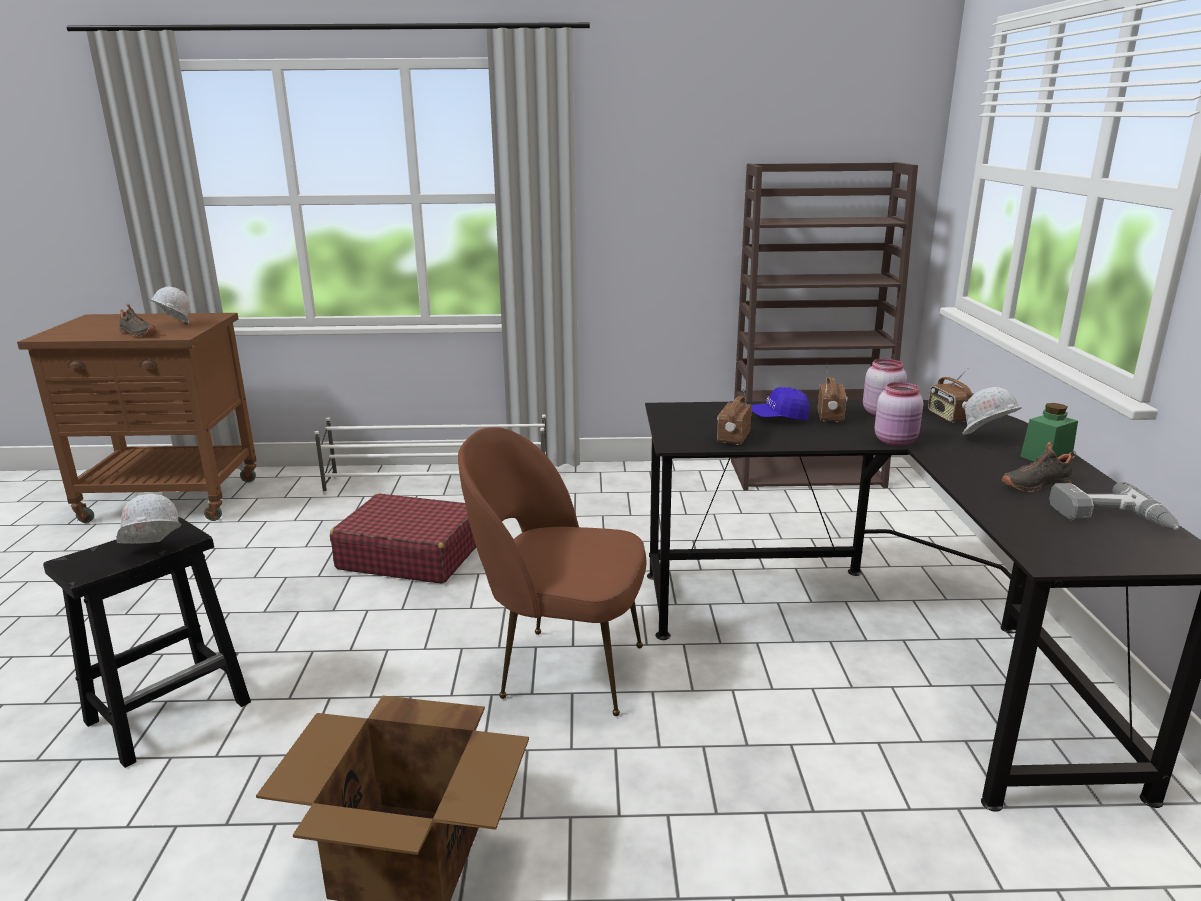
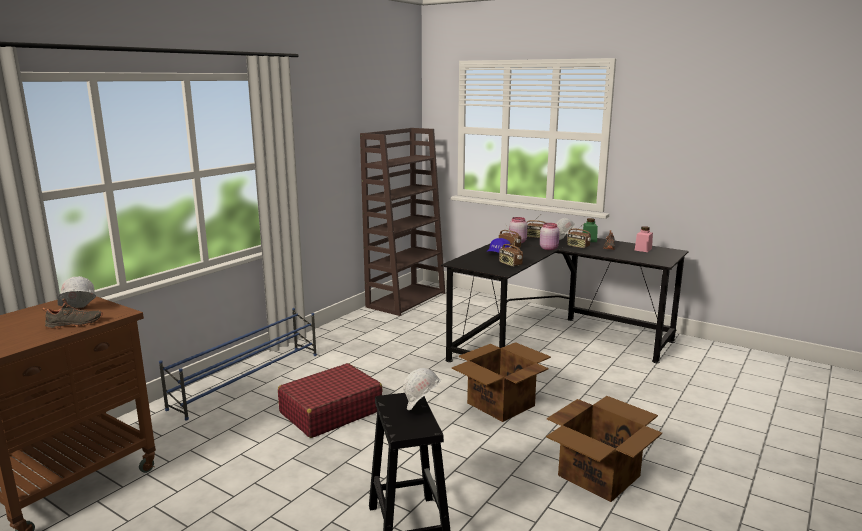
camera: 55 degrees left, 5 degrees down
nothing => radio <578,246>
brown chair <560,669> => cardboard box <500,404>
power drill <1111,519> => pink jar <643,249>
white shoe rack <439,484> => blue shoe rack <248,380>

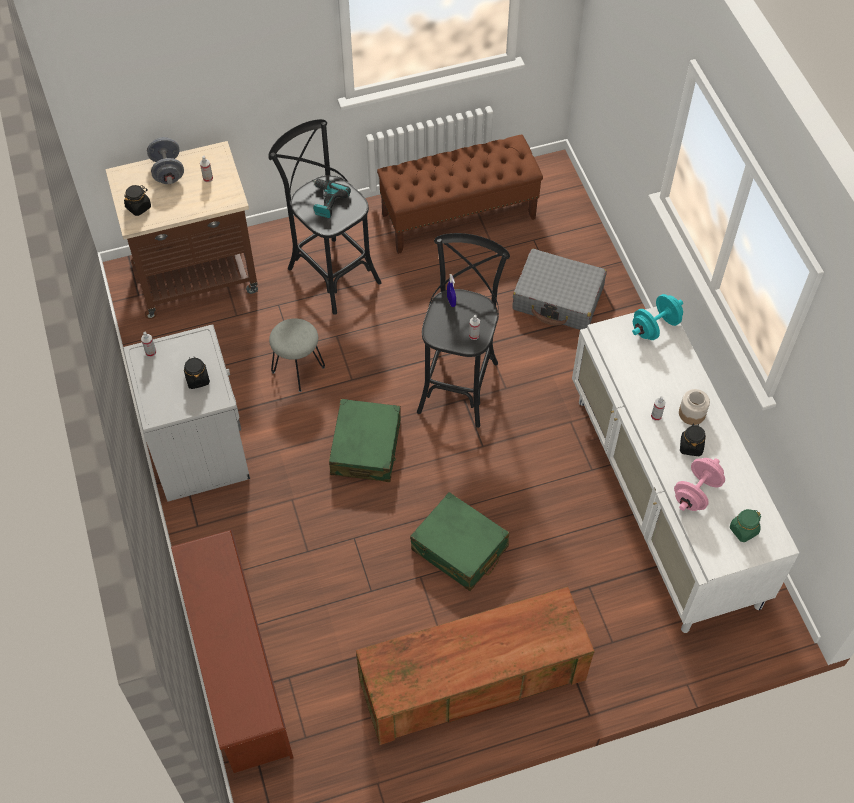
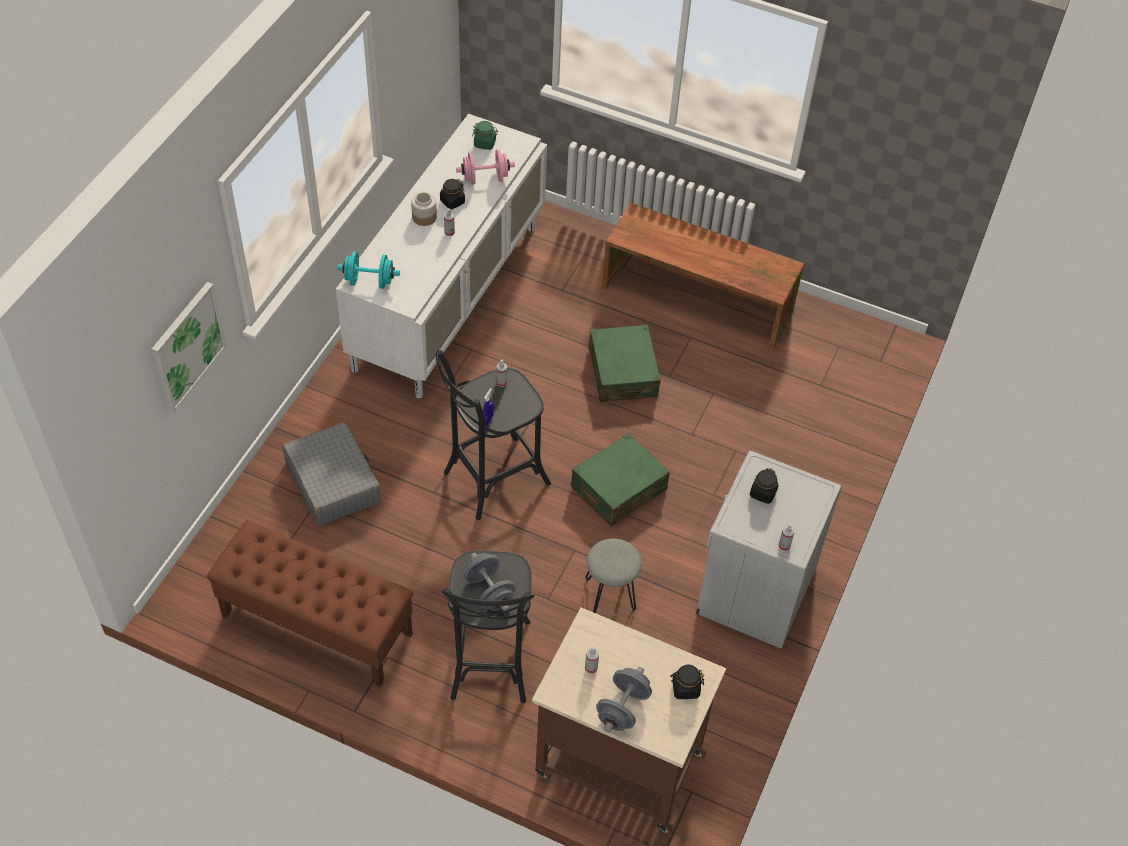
camera: 140 degrees left, 5 degrees down
brown shoe rack <237,671> => nothing
nothing => picture <187,346>
power drill <326,201> => grey dumbbell <489,591>

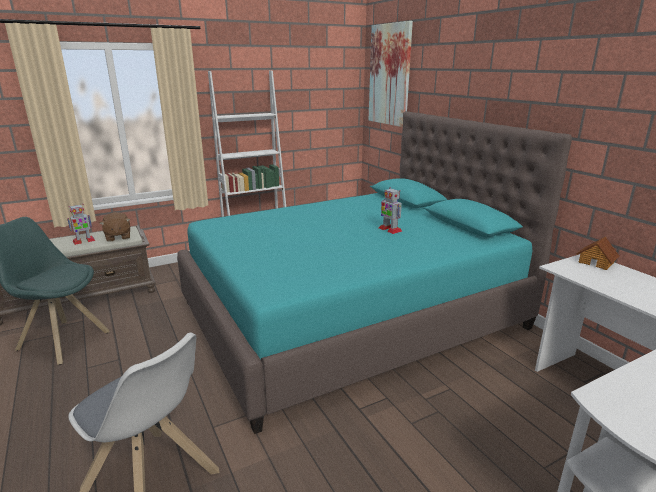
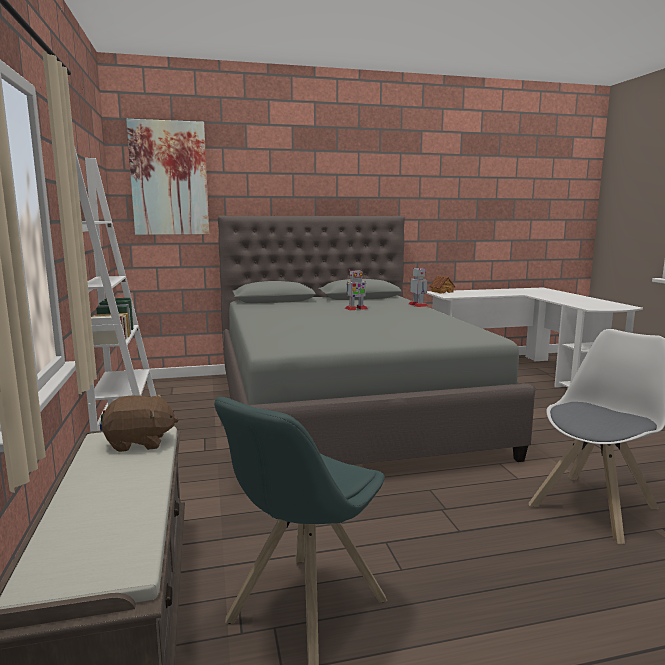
camera: 75 degrees left, 10 degrees down
toy robot <83,241> => toy robot <418,305>, moved
turquoise bed <351,315> => grey bed <344,409>

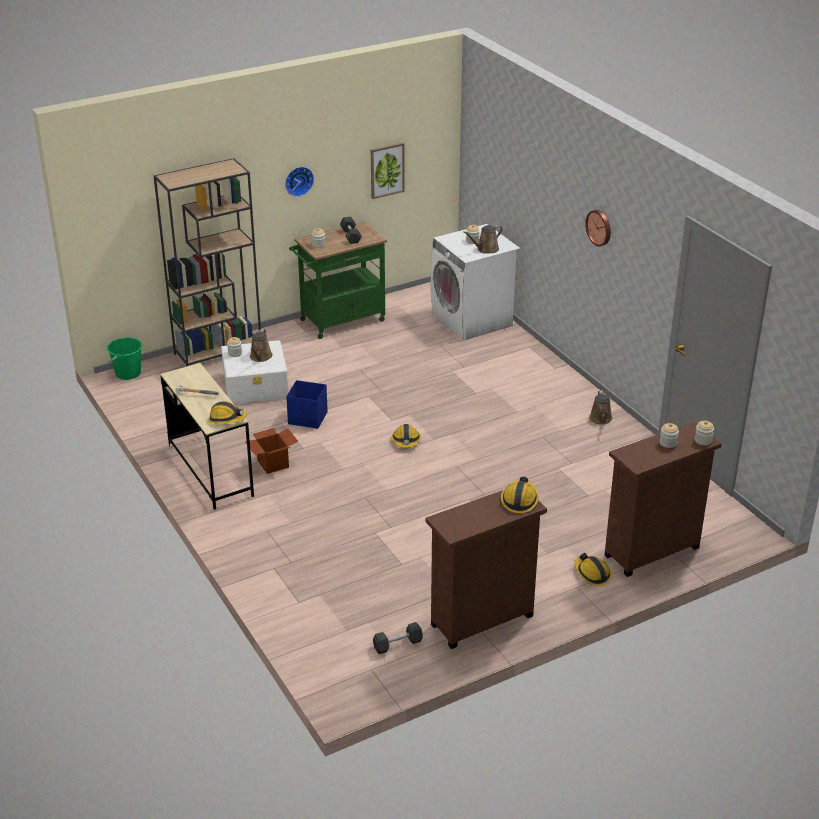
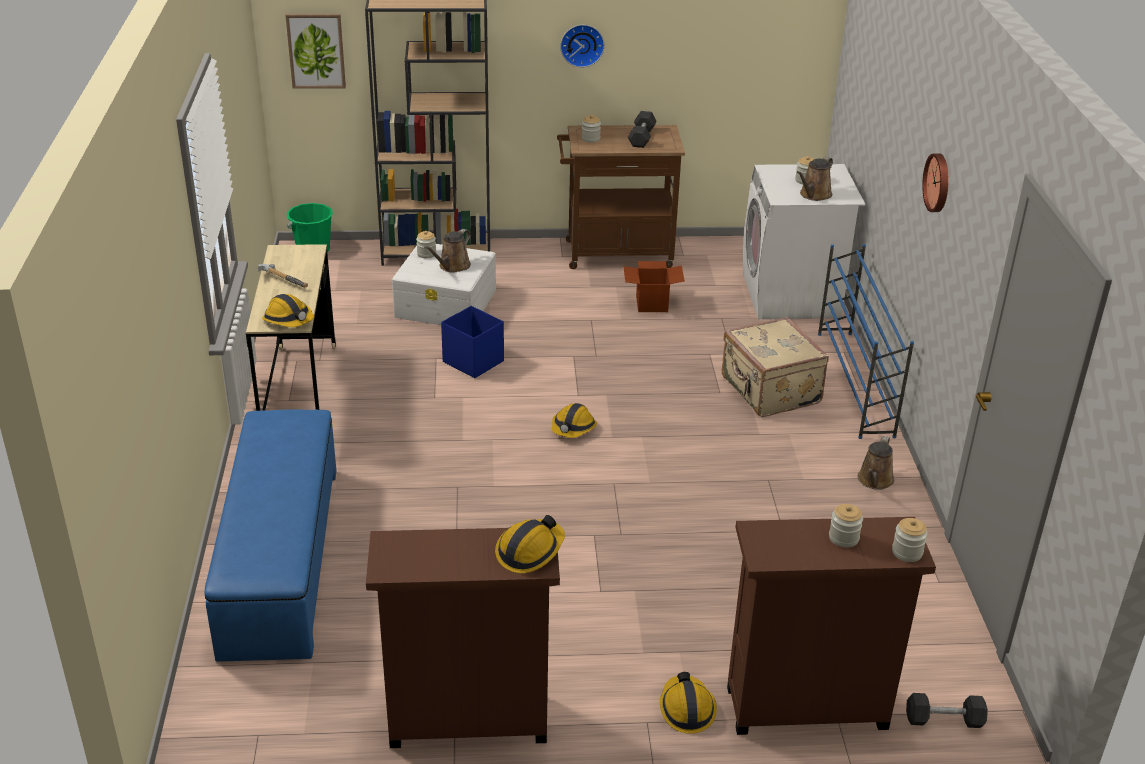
camera: 25 degrees right, 0 degrees up
nothing => blue bench <280,557>
nothing => beige suitcase <769,391>
nothing => blue shoe rack <854,383>
cardboard box <273,464> => cardboard box <652,304>, moved
picture <387,170> => picture <316,50>, moved
black dumbbell <397,644> => black dumbbell <944,720>, moved
green cart <340,321> => brown cart <615,254>
brown watering can <486,249> => brown watering can <814,195>, 45 degrees counterclockwise

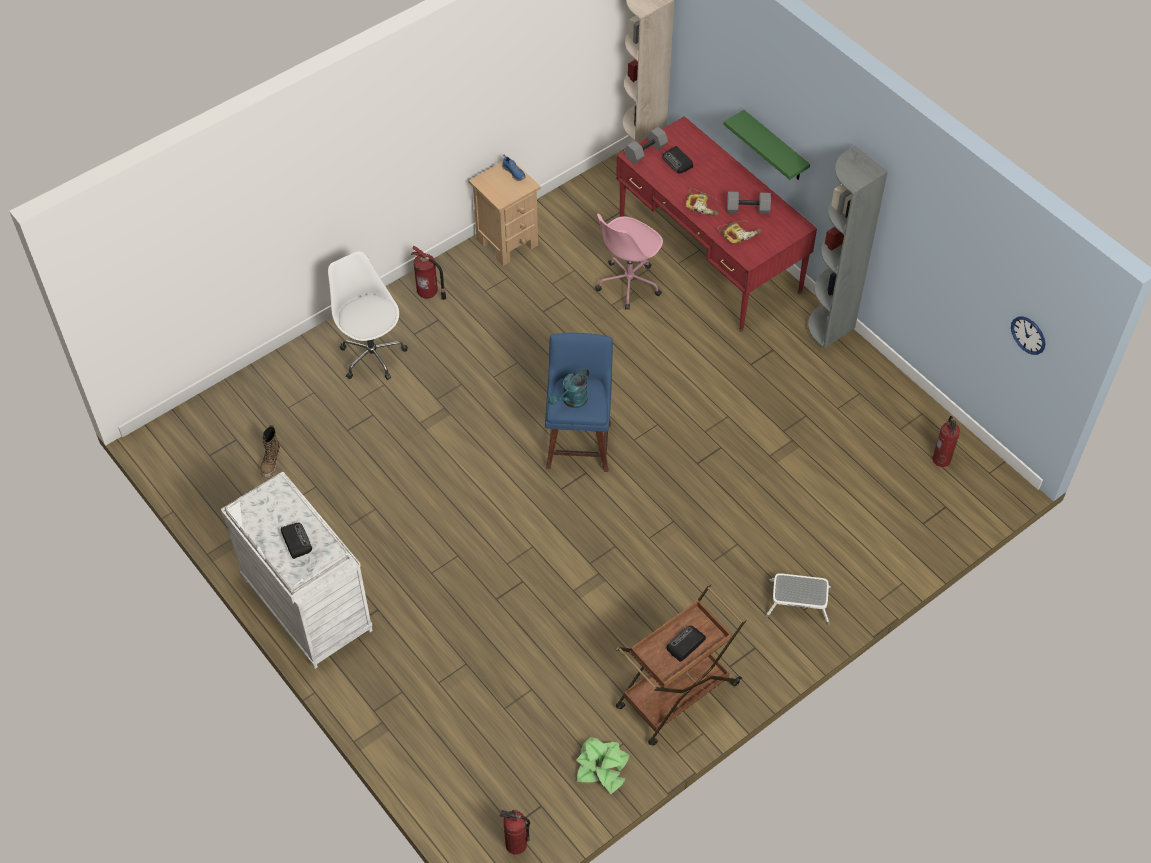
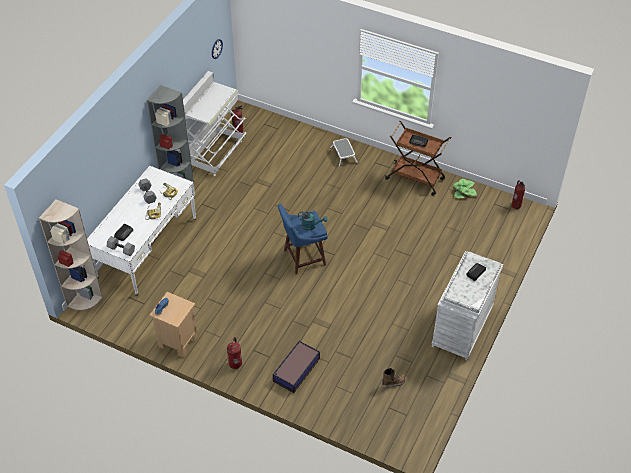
camera: 115 degrees left, 5 degrees down
pink office chair <627,286> => nothing
green shelf <775,147> => nothing
nothing => white shoe rack <217,154>
white office chair <371,356> => storage box <296,370>
red desk <709,255> => white desk <147,248>

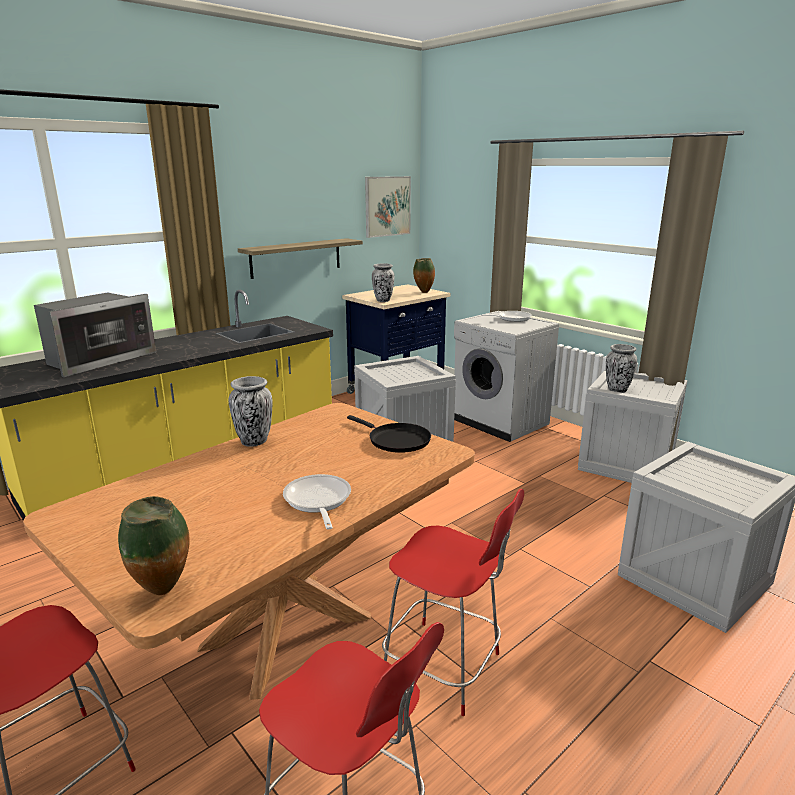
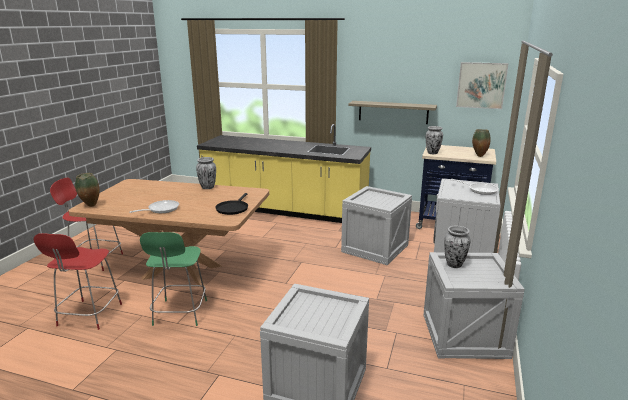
camera: 60 degrees right, 0 degrees up
microwave <98,359> => nothing
red chair <446,667> => green chair <180,314>

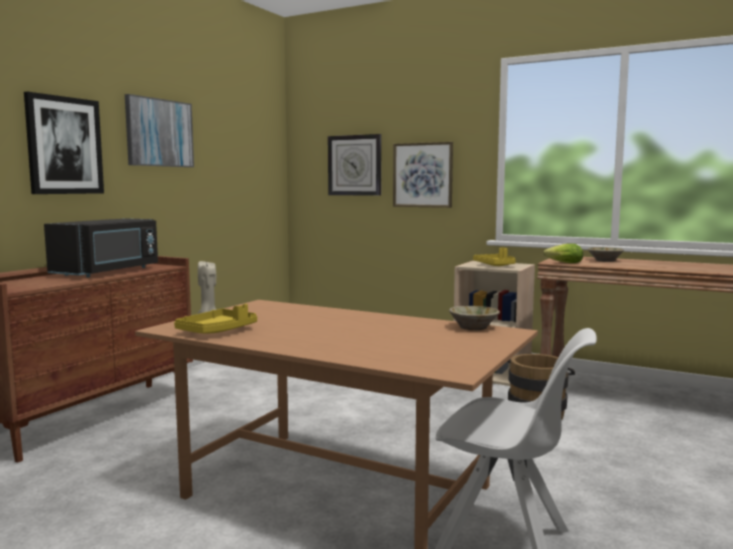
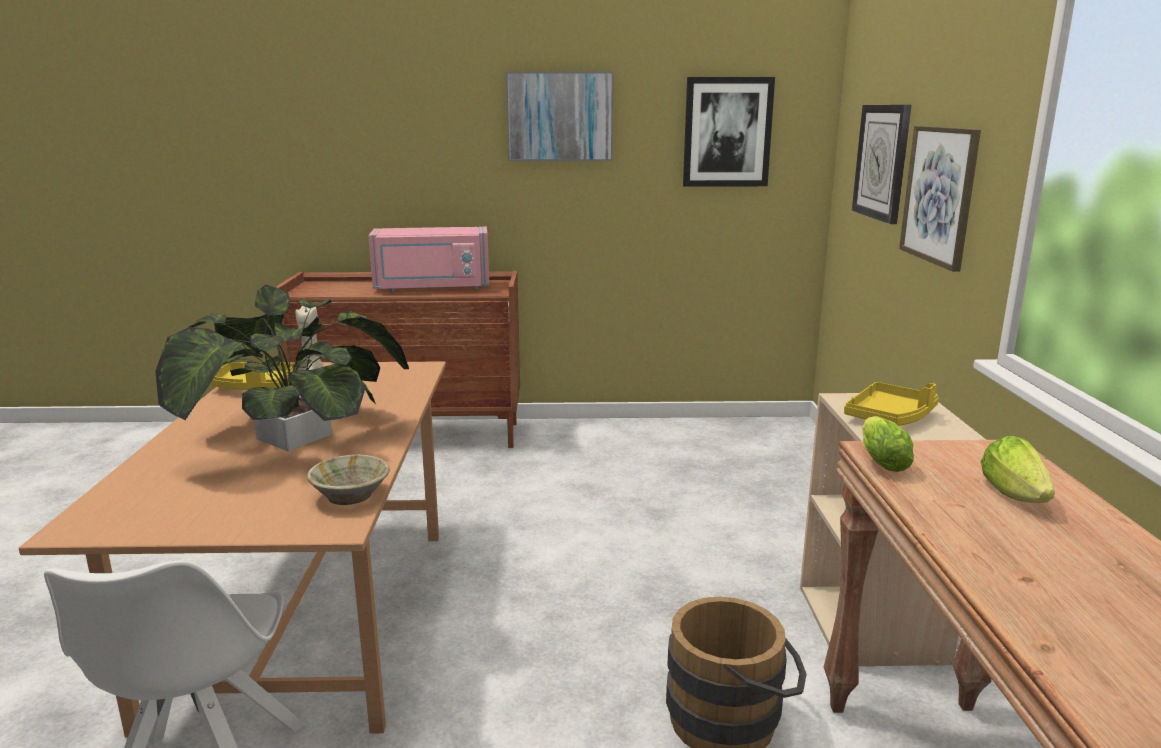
camera: 60 degrees right, 10 degrees up
nothing => potted plant <294,437>
picture <64,145> => picture <727,132>, moved
beige bowl <604,260> => lettuce <1016,496>
black microwave <109,272> => pink microwave <432,288>

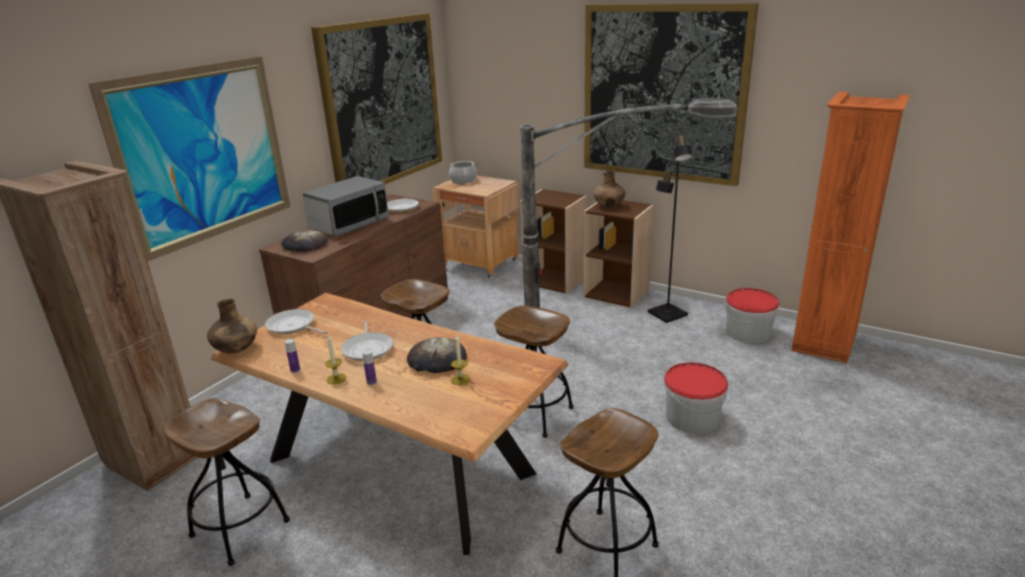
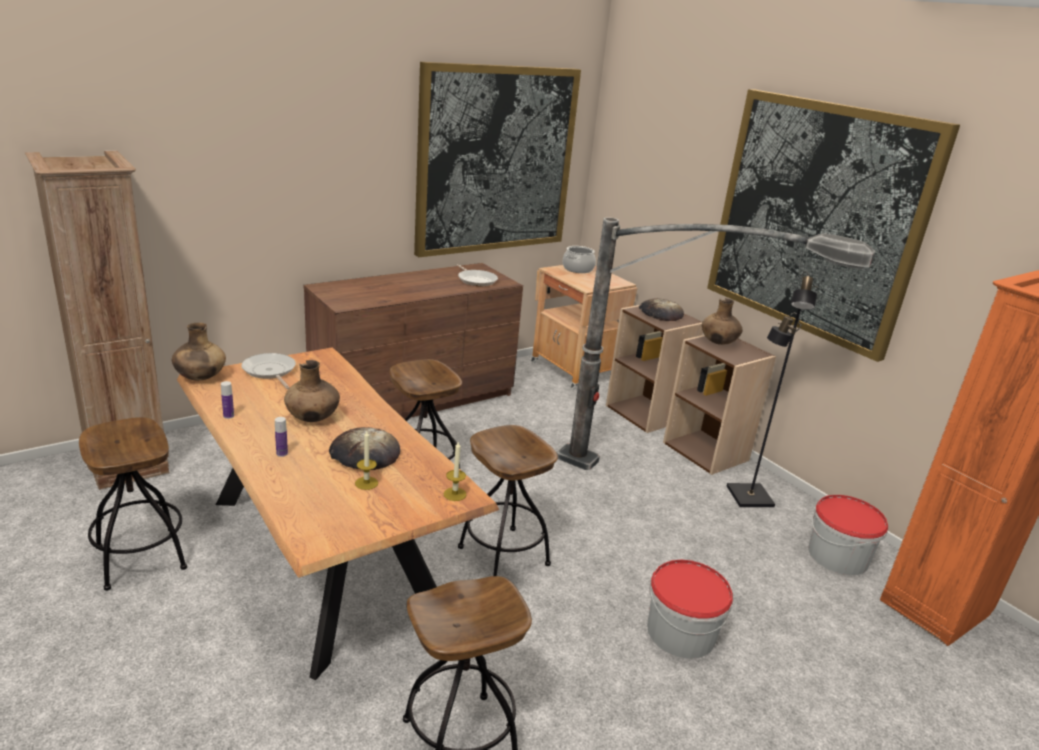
camera: 20 degrees right, 0 degrees up
picture <204,154> => nothing
microwave <349,224> => nothing
bread <304,245> => bread <660,313>, moved
candle <336,379> => candle <454,494>, moved
frying pan <368,348> => brown vase <313,418>

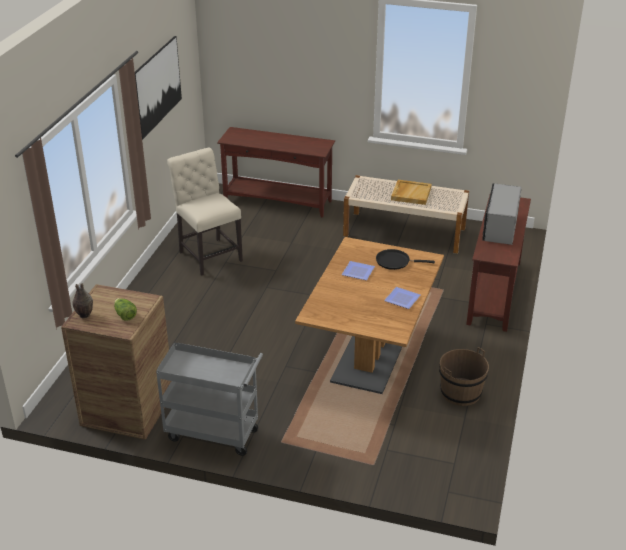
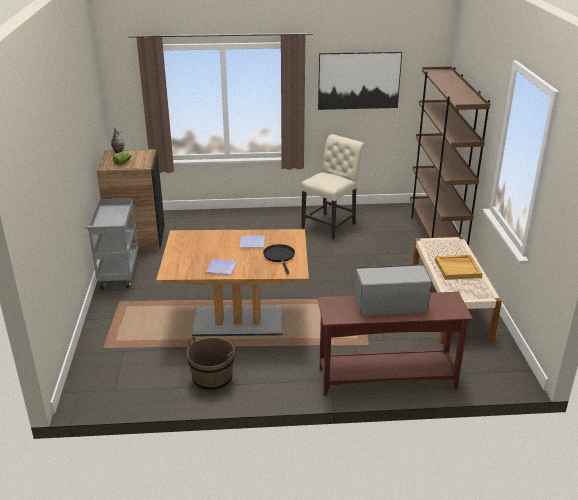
camera: 70 degrees right, 5 degrees down
brown console table <278,201> => brown bookcase <436,235>

